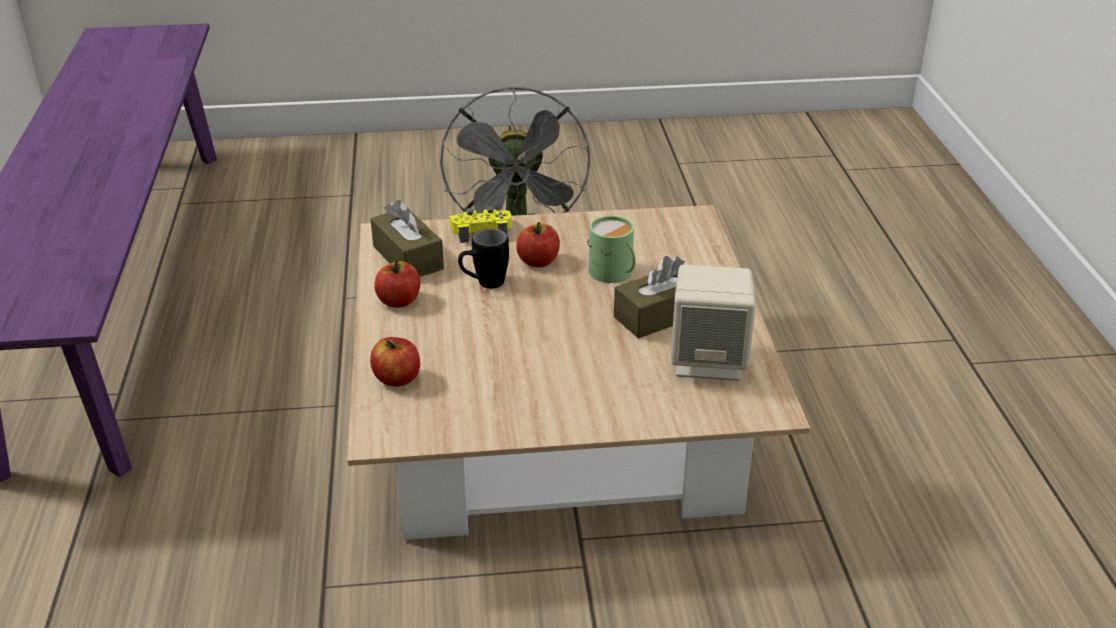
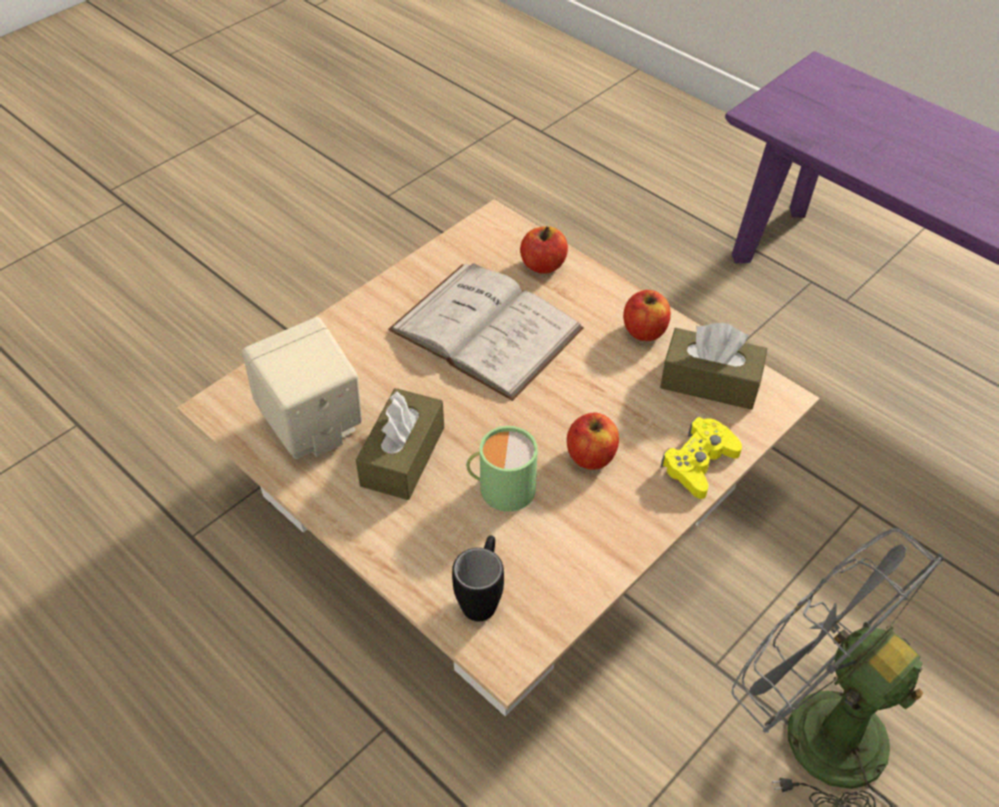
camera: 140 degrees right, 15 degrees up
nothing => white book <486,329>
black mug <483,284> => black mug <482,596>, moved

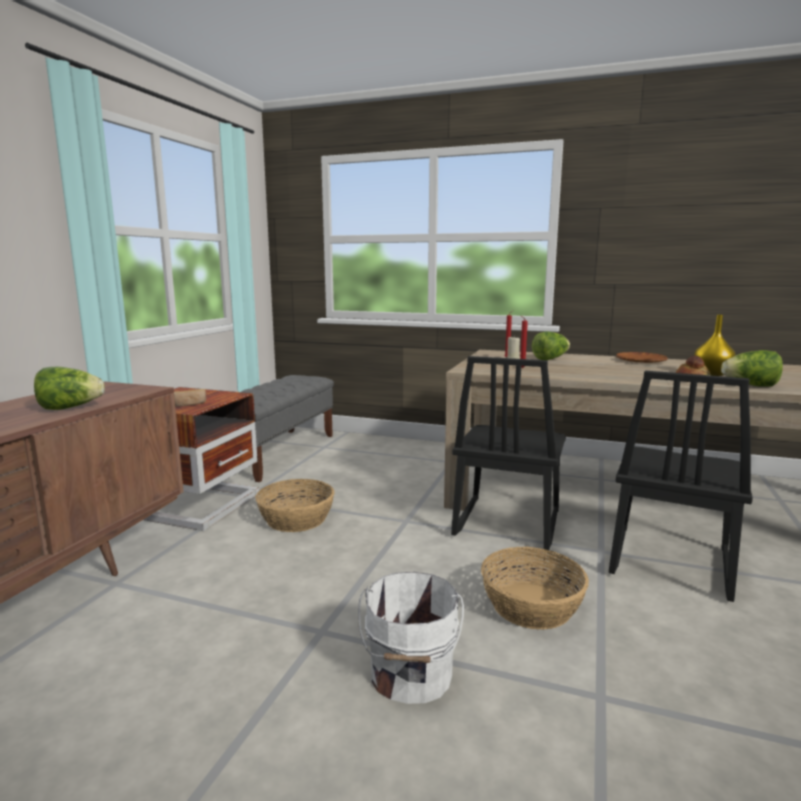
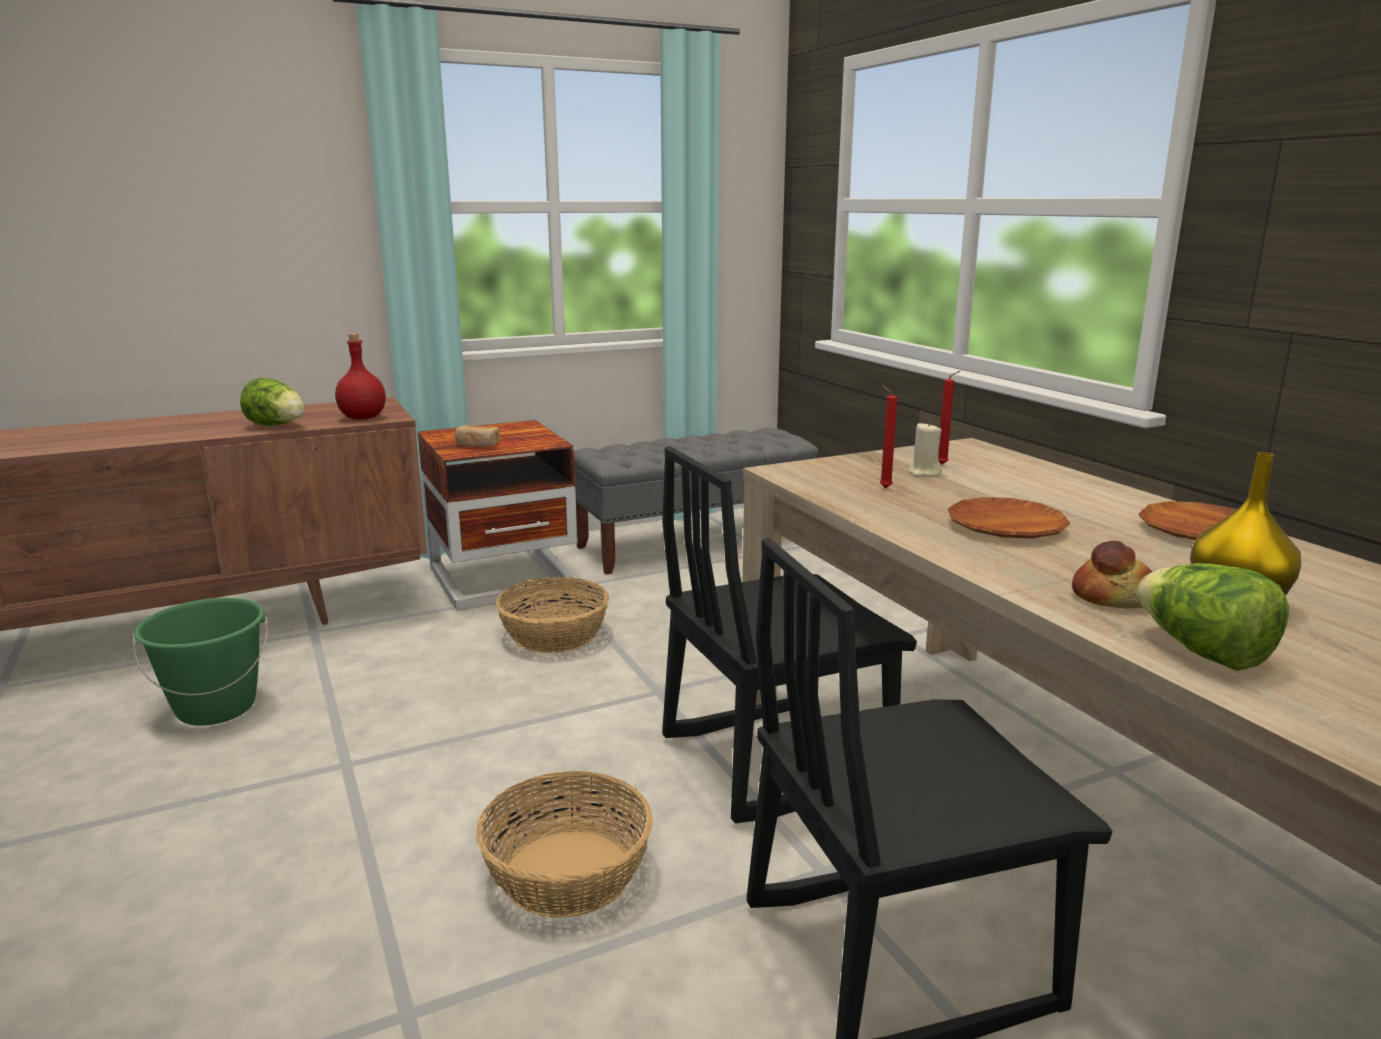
camera: 45 degrees right, 5 degrees up
white bucket <410,676> => nothing
lettuce <550,359> => nothing
nothing => green bucket <216,707>
nothing => red bottle <362,418>
nothing => brown plate <1006,526>

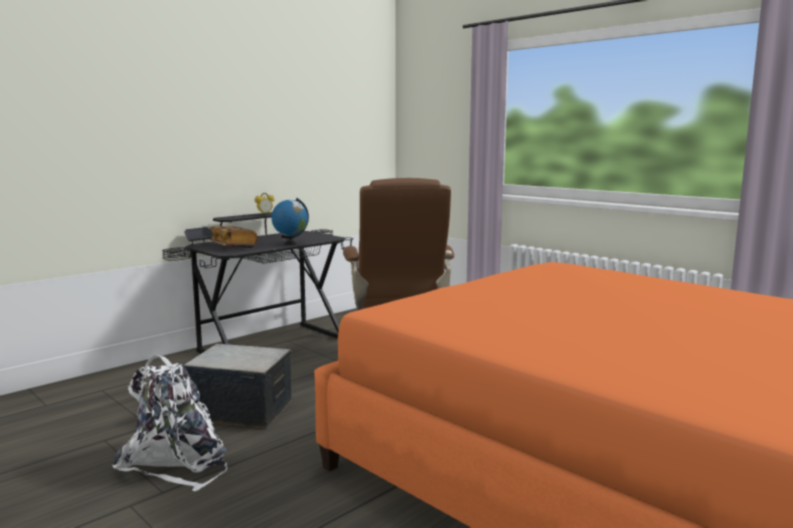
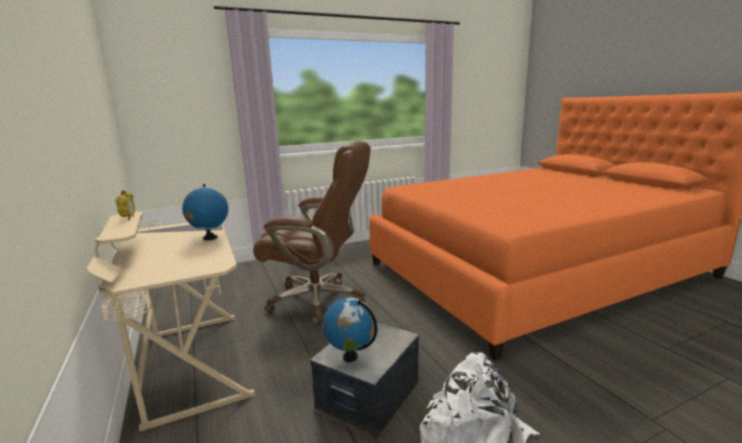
camera: 70 degrees left, 5 degrees up
book <233,246> => nothing
nothing => globe <350,356>
black desk <271,344> => beige desk <191,364>

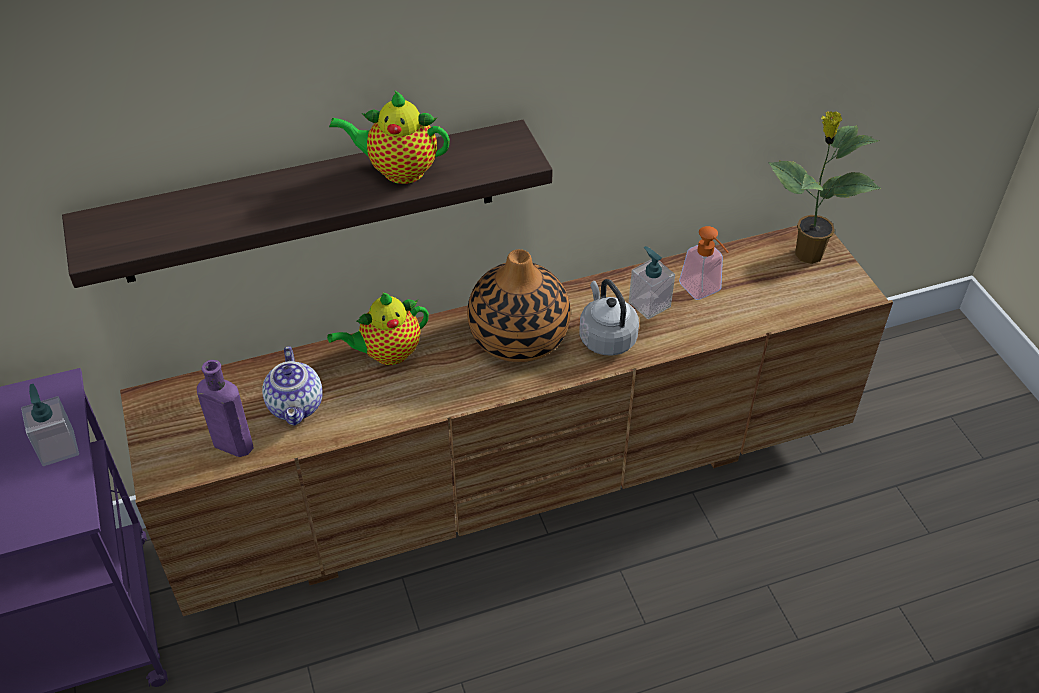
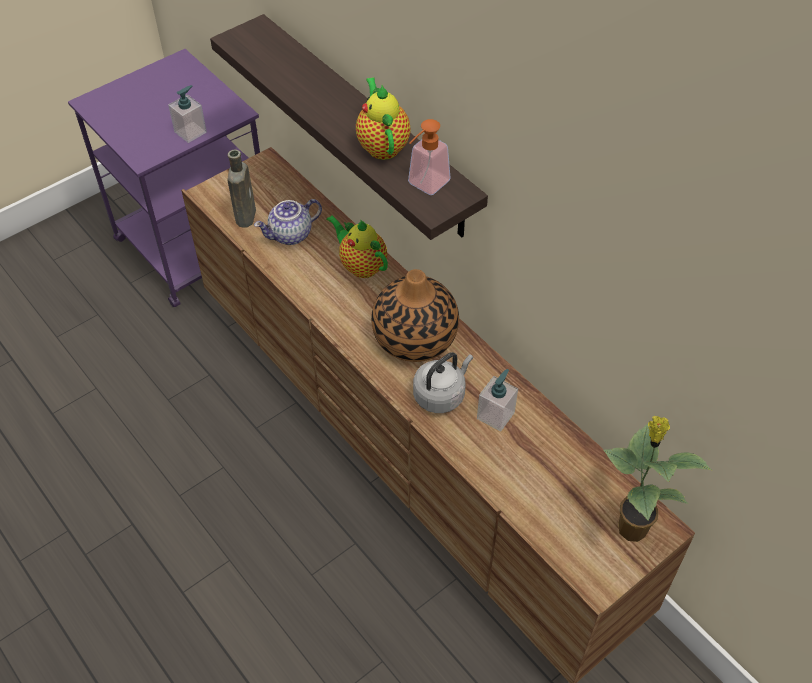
camera: 70 degrees right, 5 degrees up
soap dispenser <704,291> => soap dispenser <424,186>, moved
purple bottle <230,443> => brown bottle <246,215>

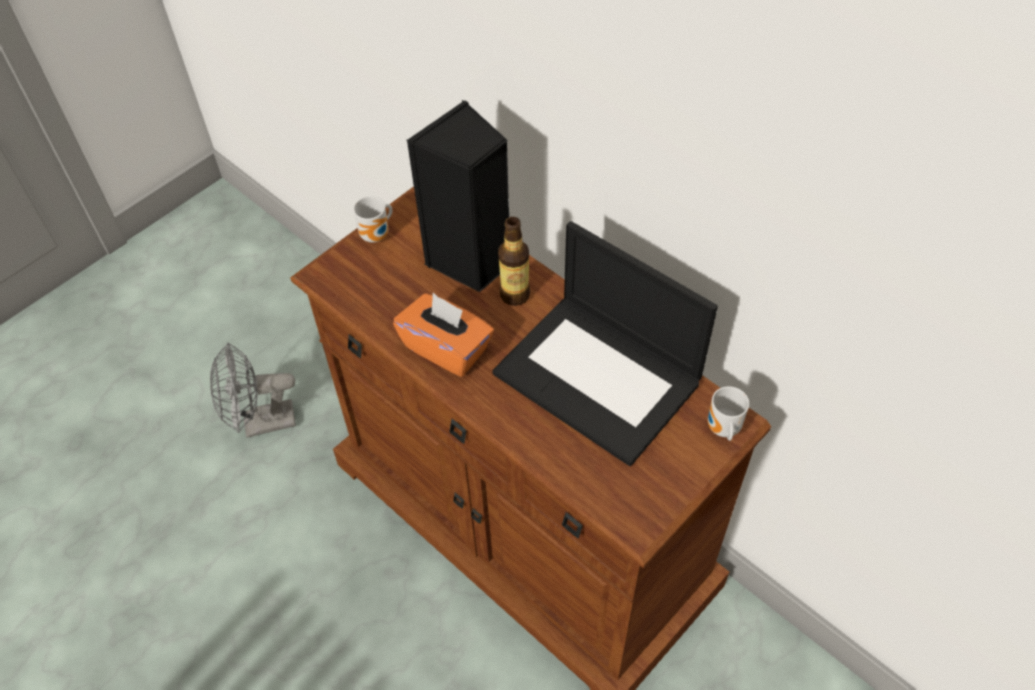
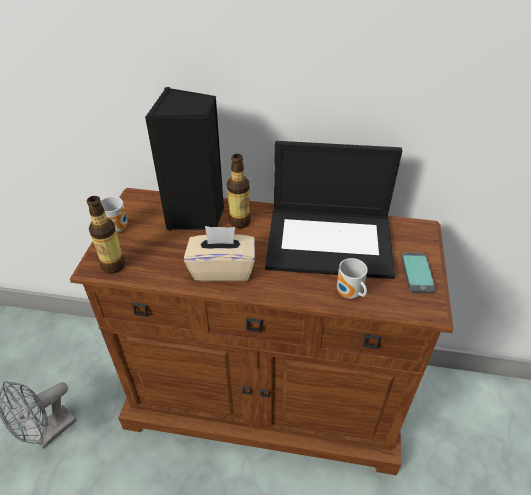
camera: 35 degrees left, 10 degrees down
nothing => bottle <113,265>
nothing => phone <417,273>
mug <722,429> => mug <349,294>, moved
orange tissue box <447,348> => beige tissue box <222,269>

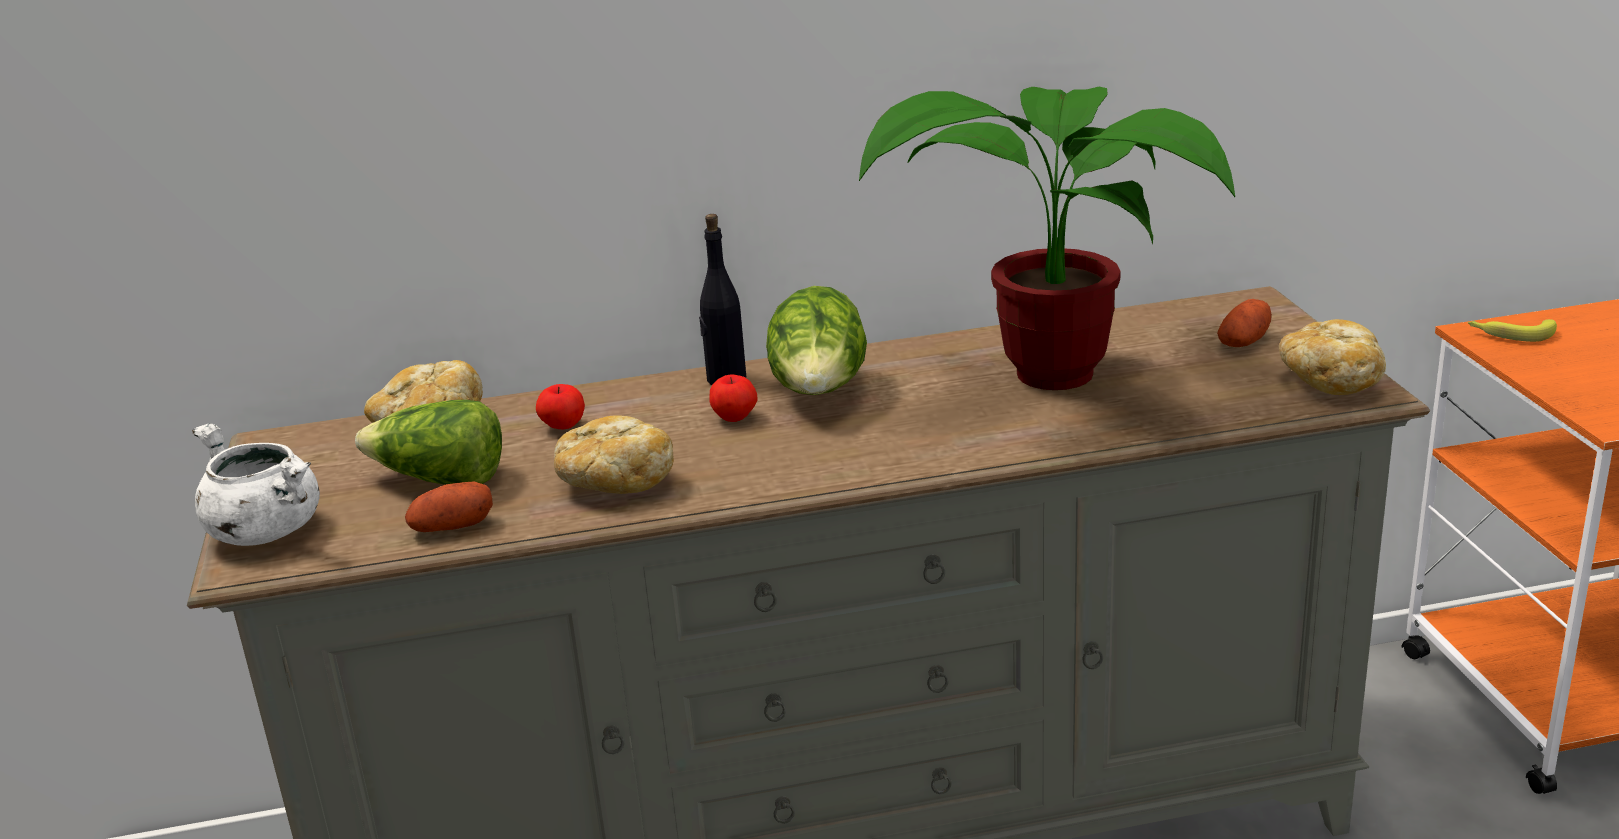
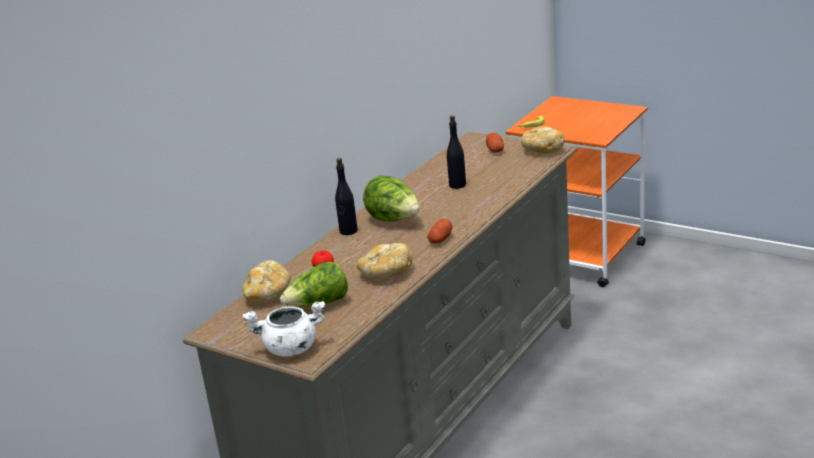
camera: 45 degrees left, 0 degrees up
apple <735,417> => nothing
potato <452,527> => potato <440,239>, moved
potted plant <1043,379> => black bottle <457,185>

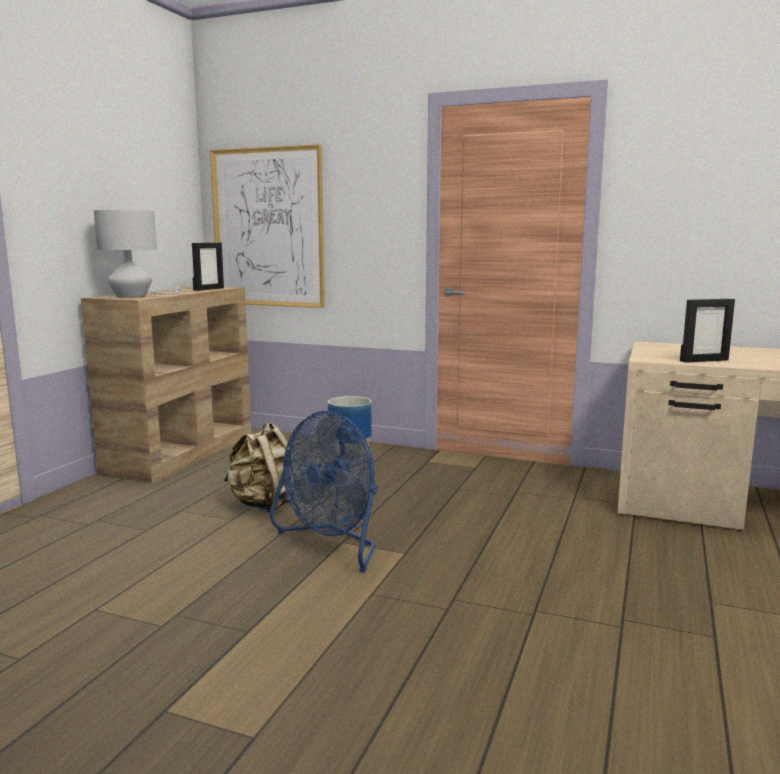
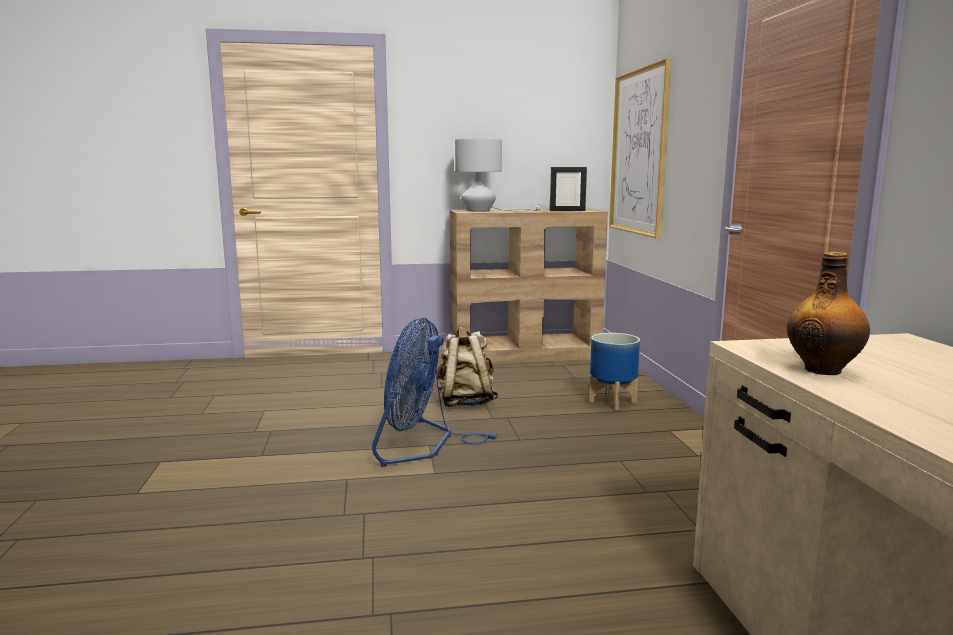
camera: 60 degrees right, 0 degrees up
picture frame <704,360> => bottle <823,370>

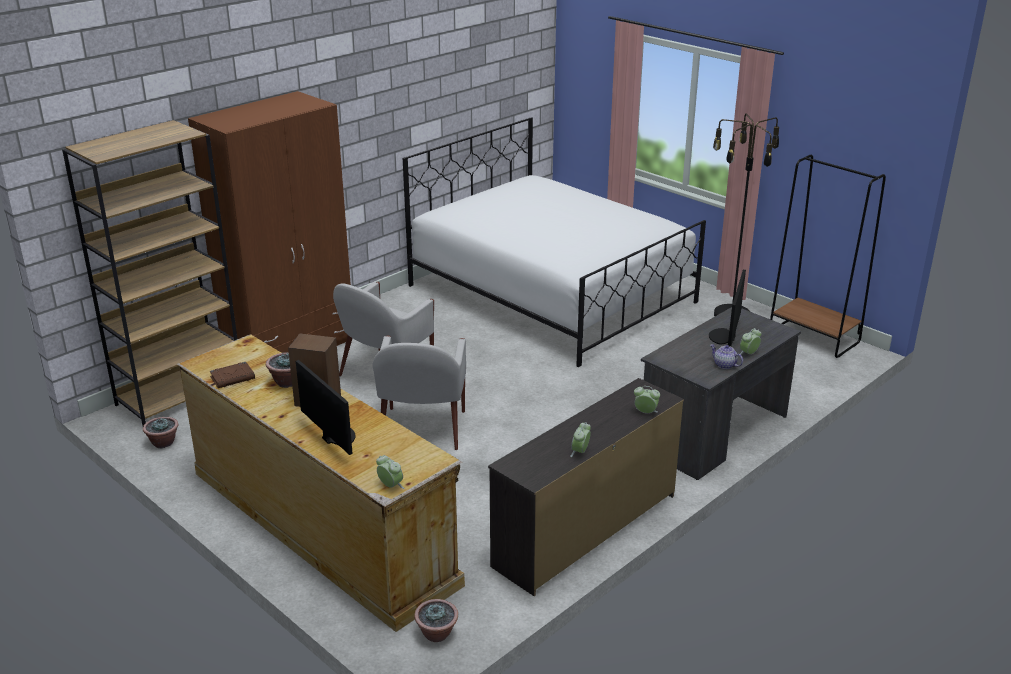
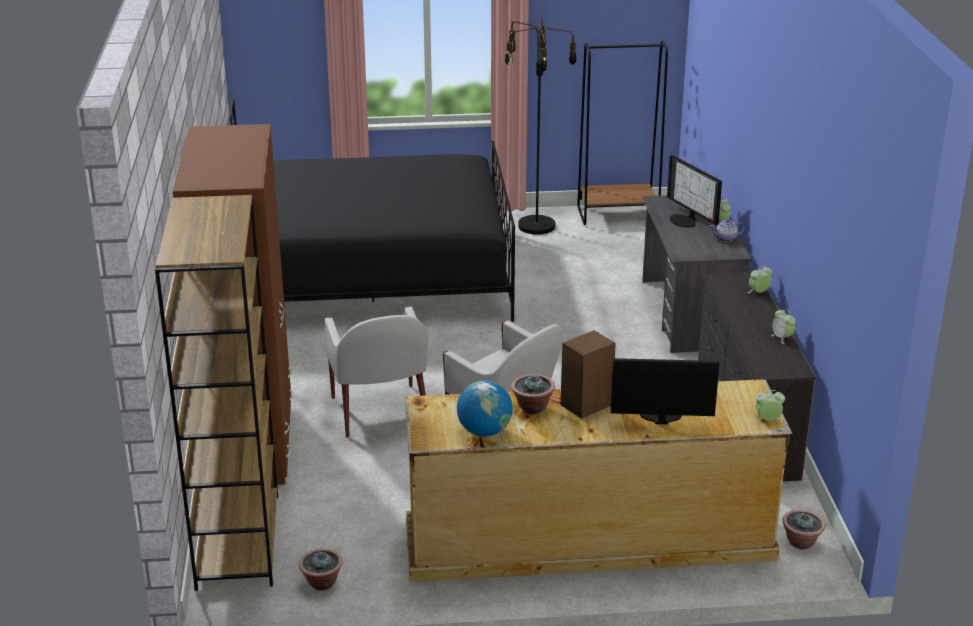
camera: 50 degrees left, 0 degrees up
brown book <233,378> => globe <484,431>
white bed <550,293> => black bed <370,277>

